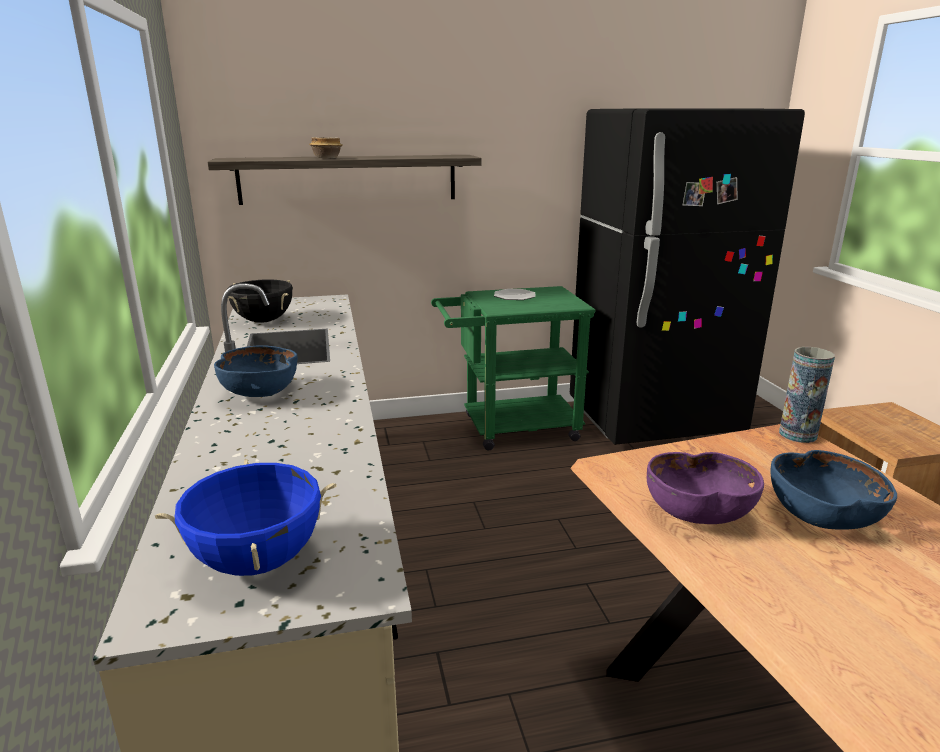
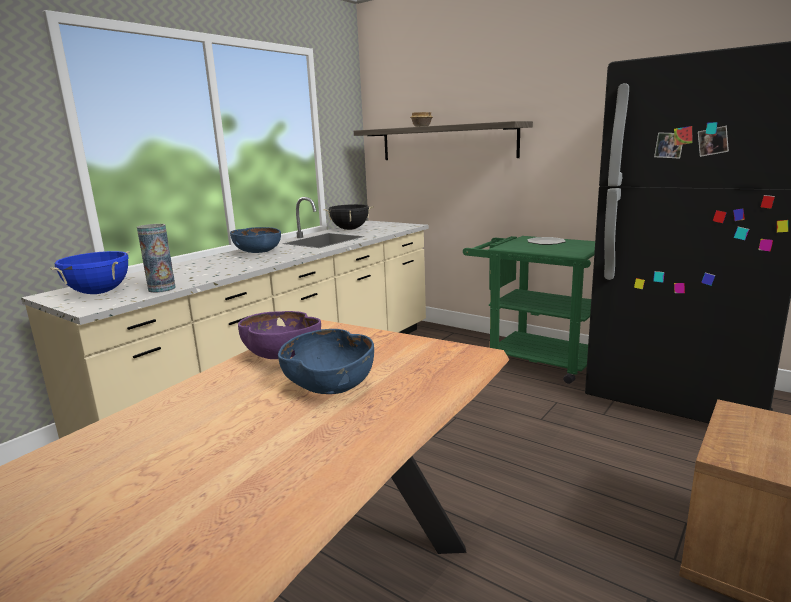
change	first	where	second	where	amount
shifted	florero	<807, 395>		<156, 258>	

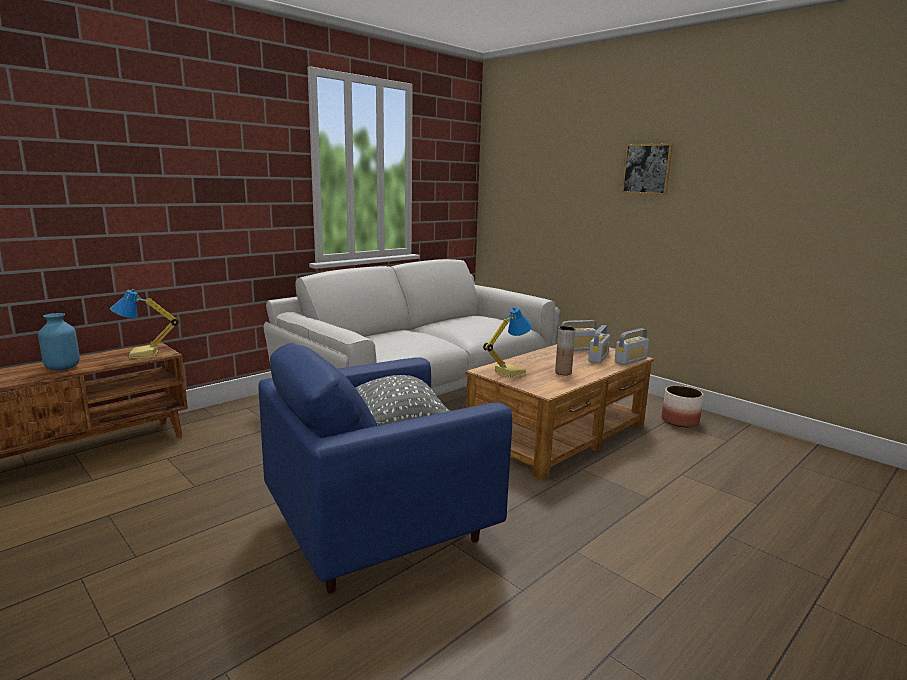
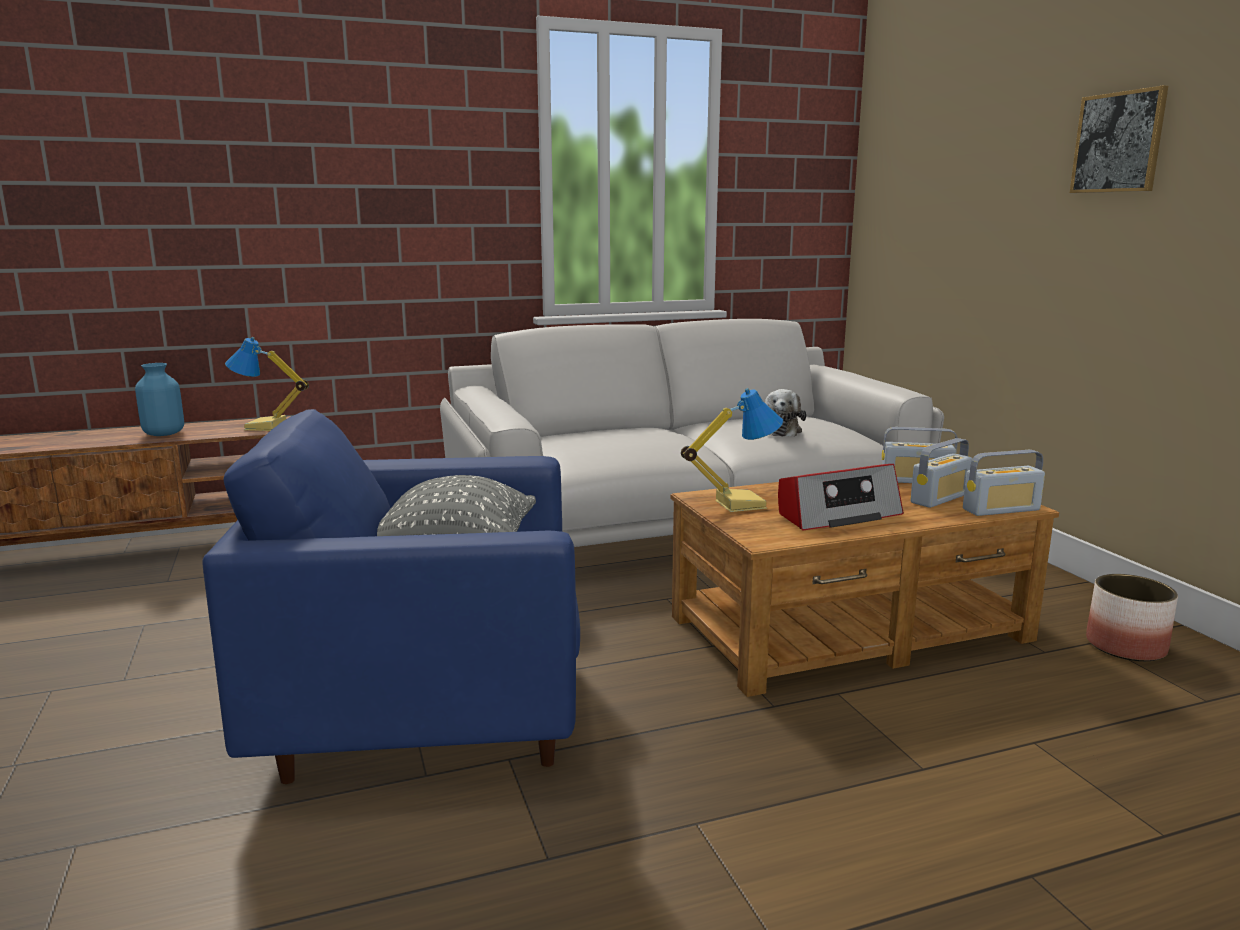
change	first	where	second	where	amount
new			peluche	<785, 413>	
swapped	florero [marrón]	<565, 350>	radio	<841, 497>	

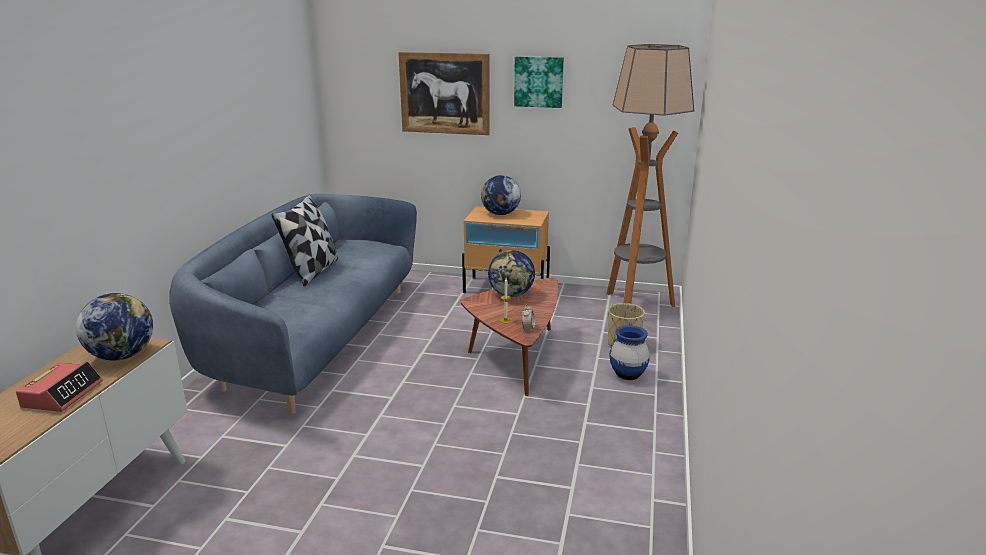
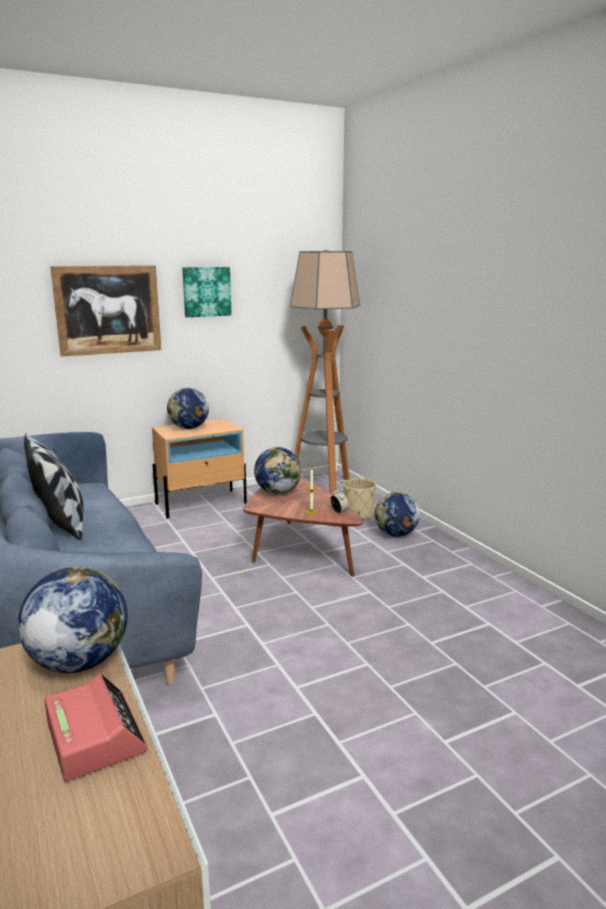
change	first	where	second	where	amount
swapped	florero [azul]	<629, 352>	globo terráqueo	<397, 514>	

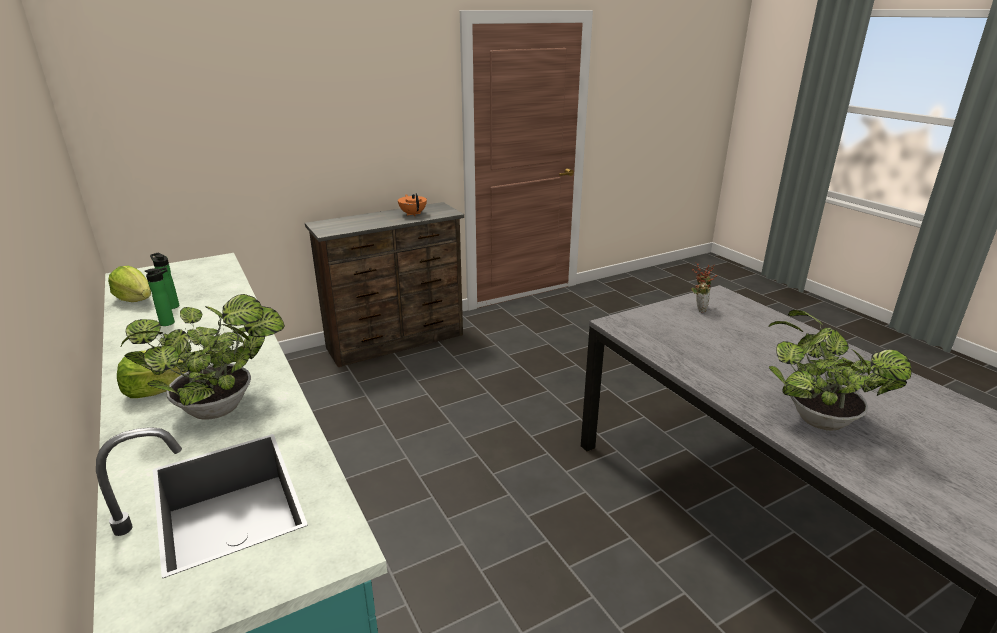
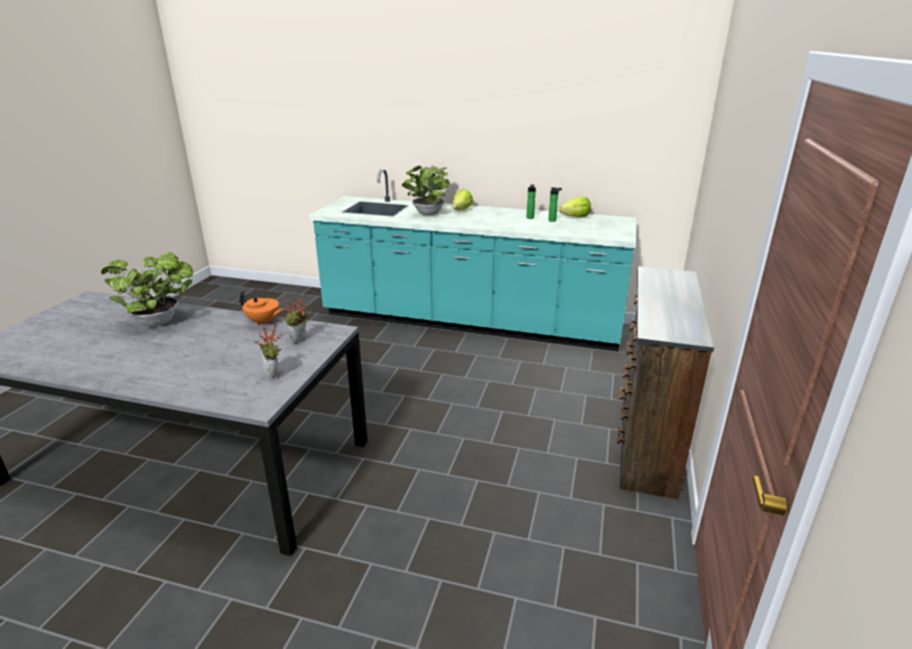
change	first	where	second	where	amount
shifted	tetera [naranja]	<412, 204>		<262, 308>	
new			planta en maceta	<297, 320>	

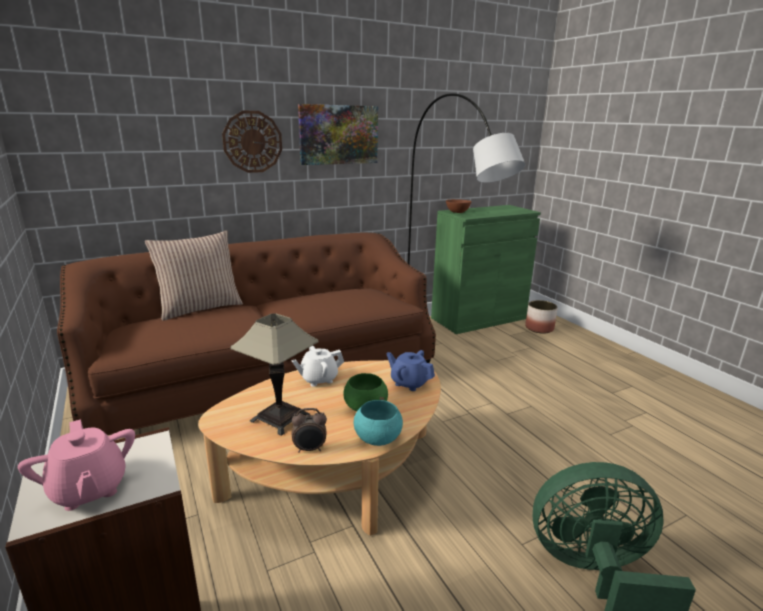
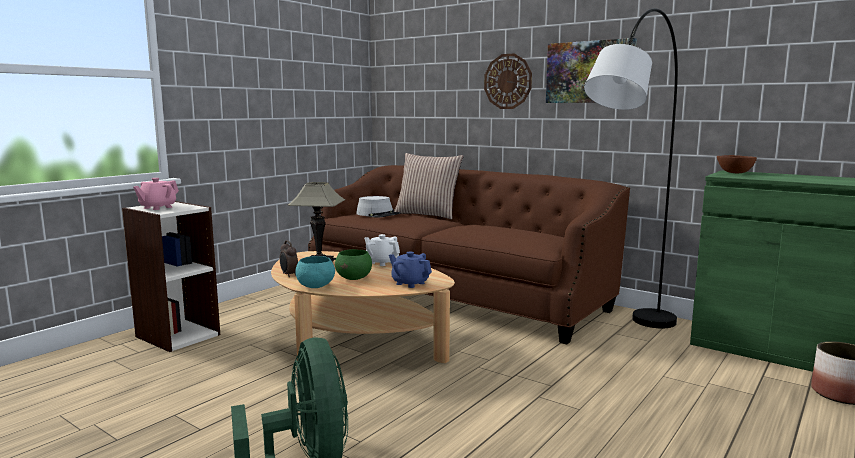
change	first	where	second	where	amount
new			sombrero [gris]	<378, 207>	
rotated	tetera [azul]	<410, 370>		<410, 269>	60 degrees counterclockwise

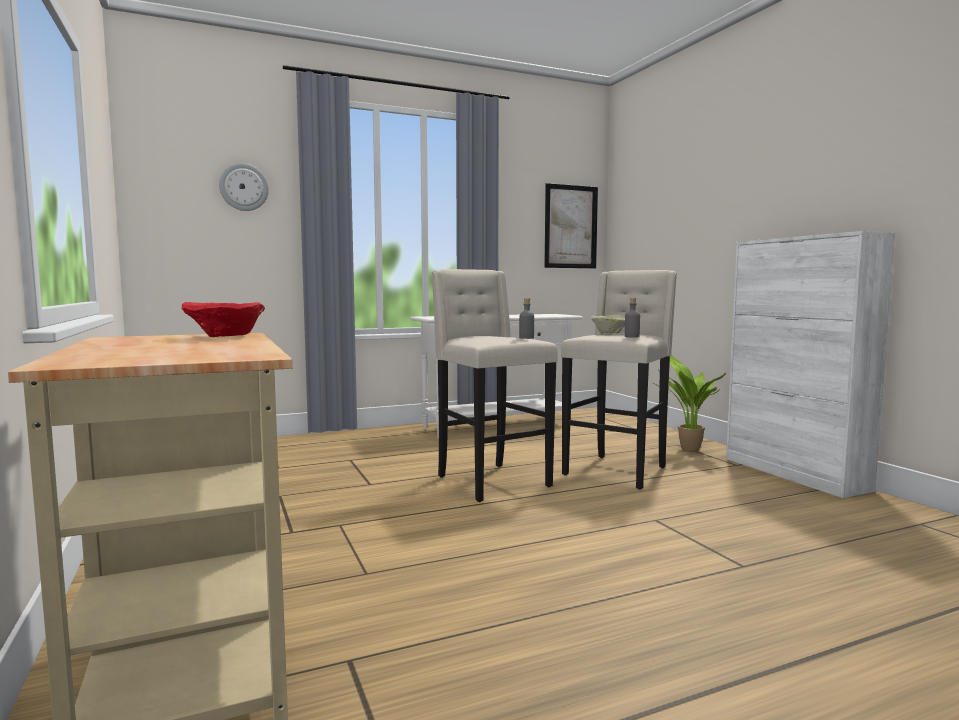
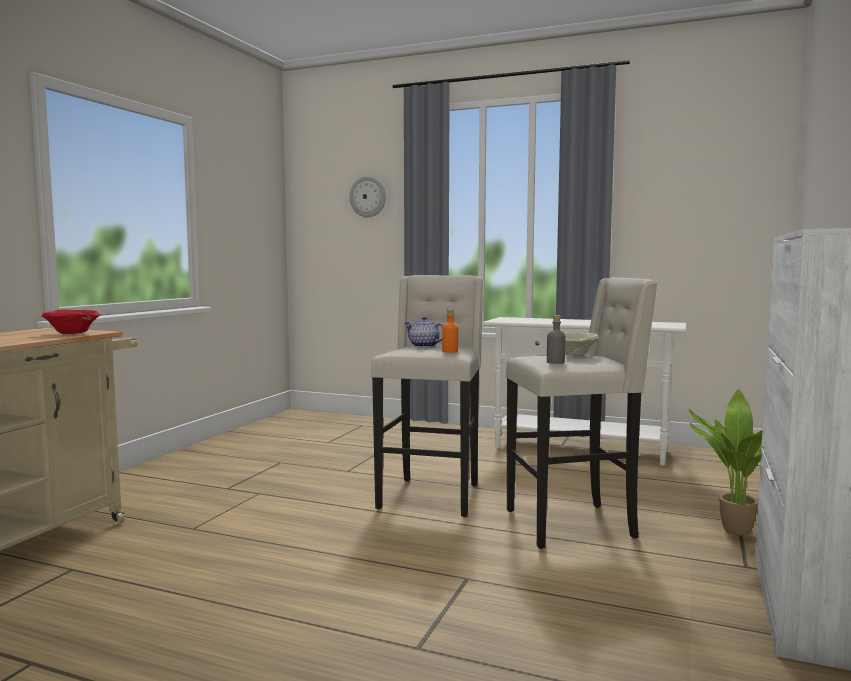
change	first	where	second	where	amount
new			tetera	<423, 332>	
repainted	botella [gris]	<526, 318>	botella [naranja]	<450, 331>	
gone	cuadro	<571, 225>			

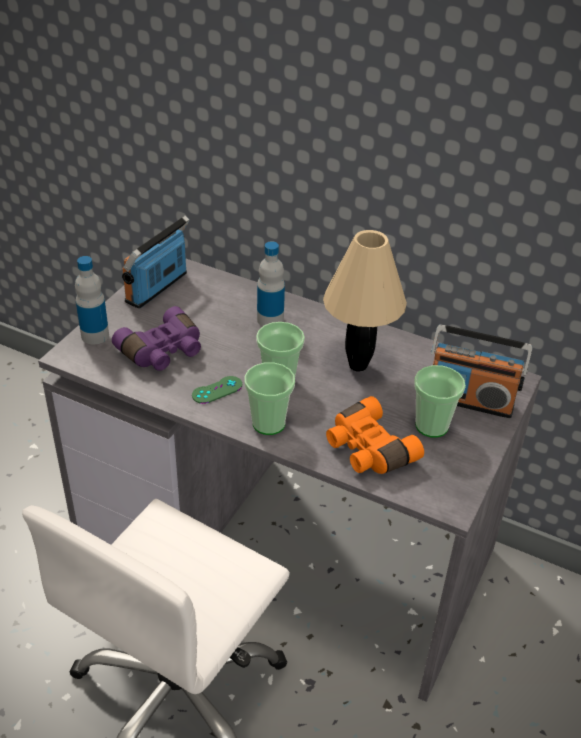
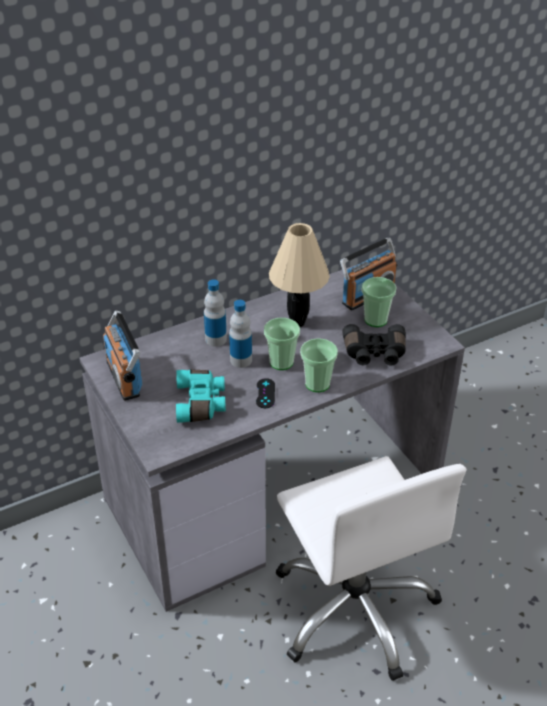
change	first	where	second	where	amount
repainted	prismáticos [morado]	<156, 338>	prismáticos [turquesa]	<201, 396>	
shifted	botella	<92, 300>		<240, 334>	
repainted	mando de consola [verde]	<217, 390>	mando de consola [negro]	<265, 393>	
repainted	prismáticos [naranja]	<375, 435>	prismáticos [negro]	<374, 344>	

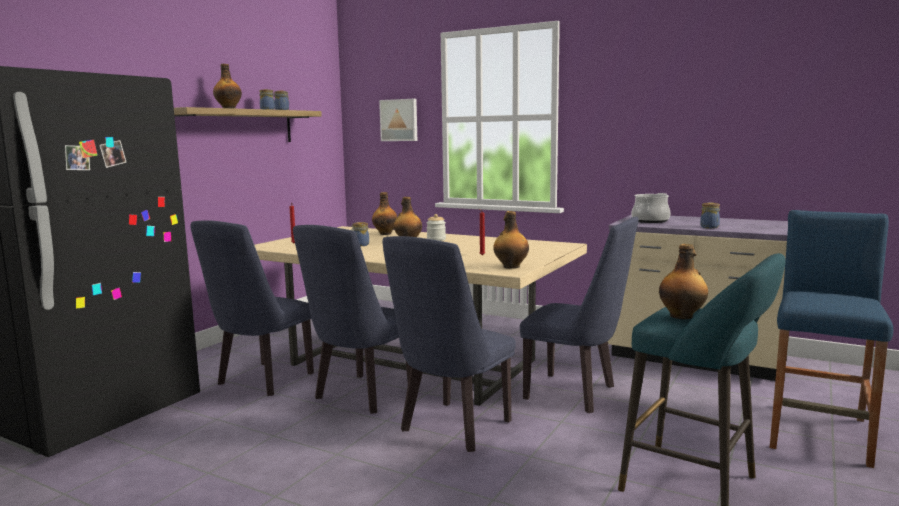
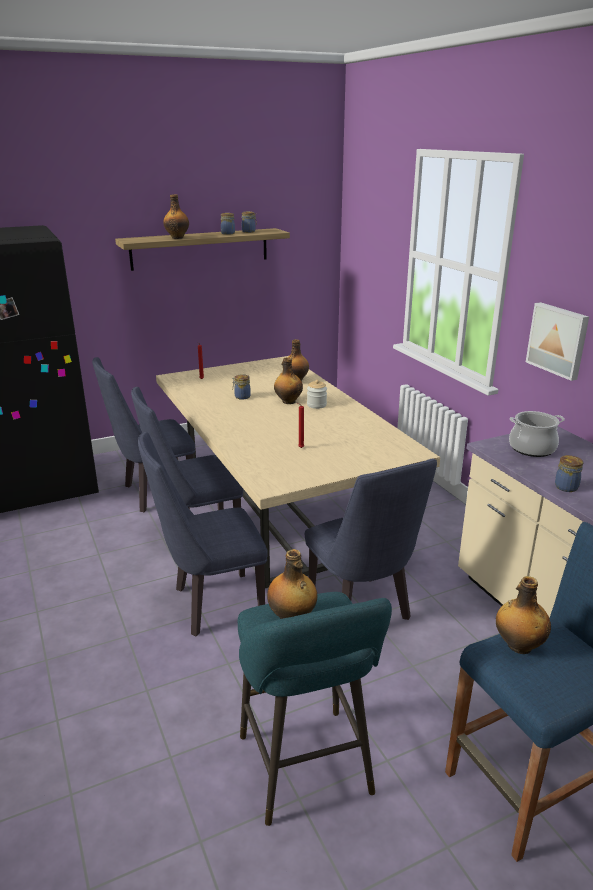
change	first	where	second	where	amount
shifted	botella	<511, 240>		<523, 615>	
shifted	cuadro	<398, 120>		<557, 341>	

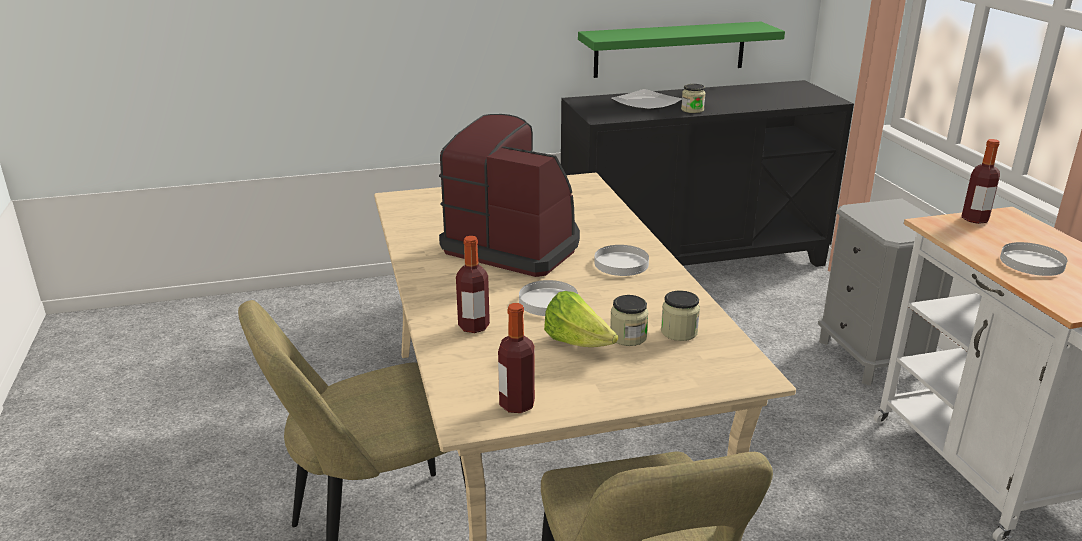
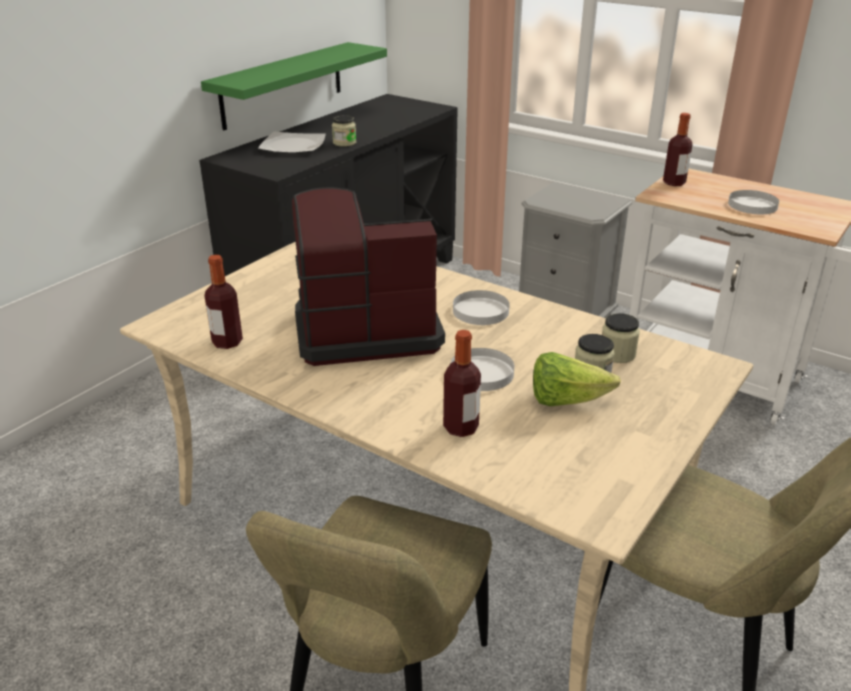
change	first	where	second	where	amount
shifted	botella	<516, 358>		<223, 302>	

